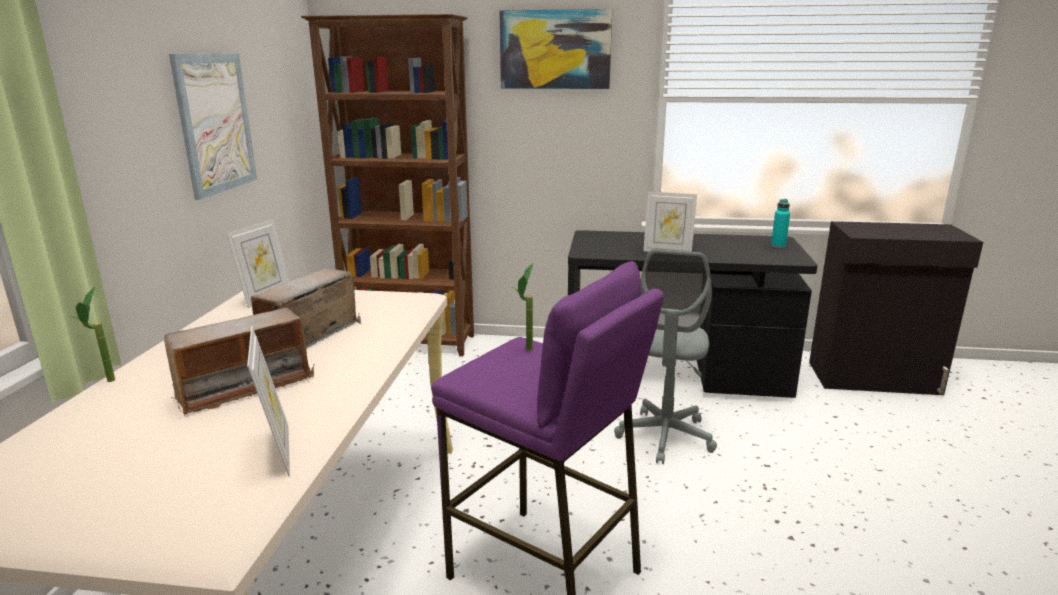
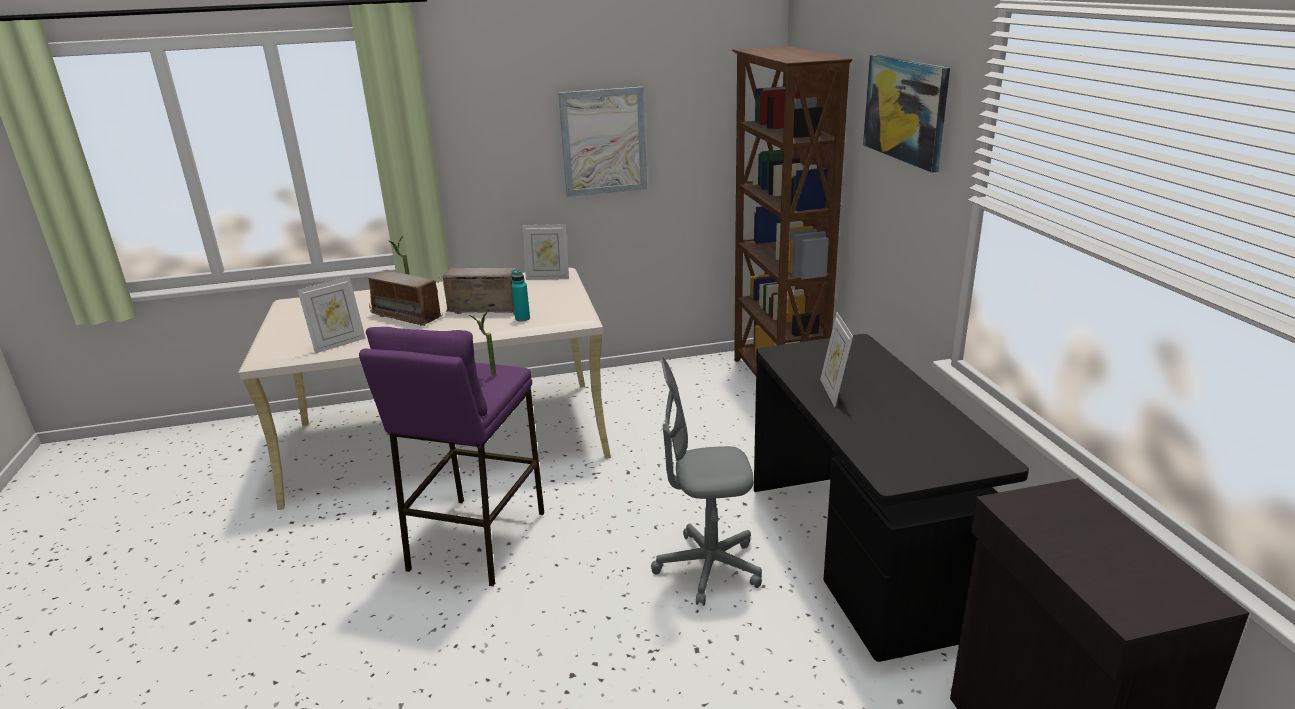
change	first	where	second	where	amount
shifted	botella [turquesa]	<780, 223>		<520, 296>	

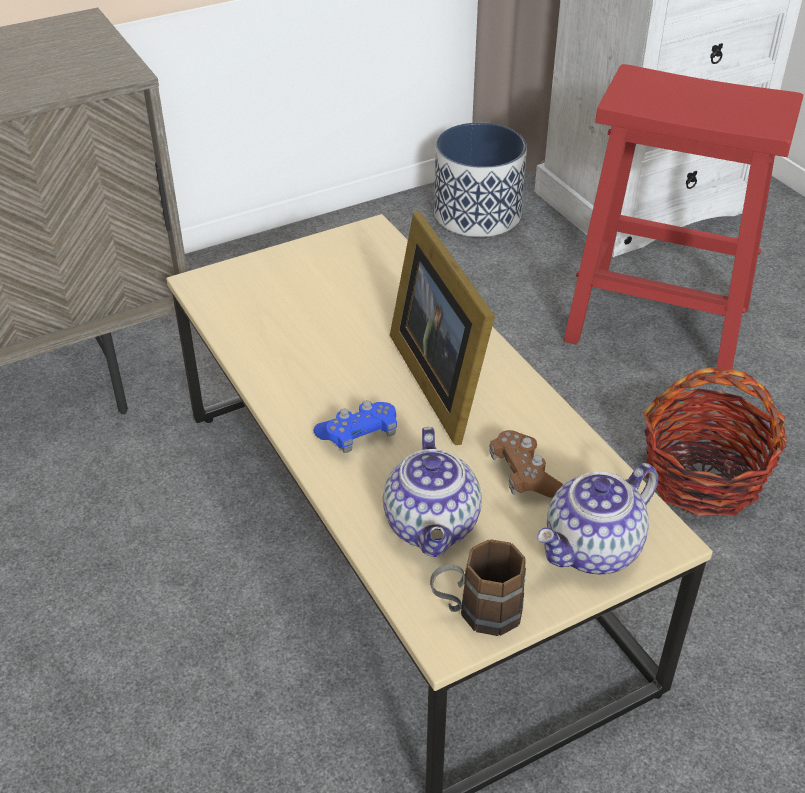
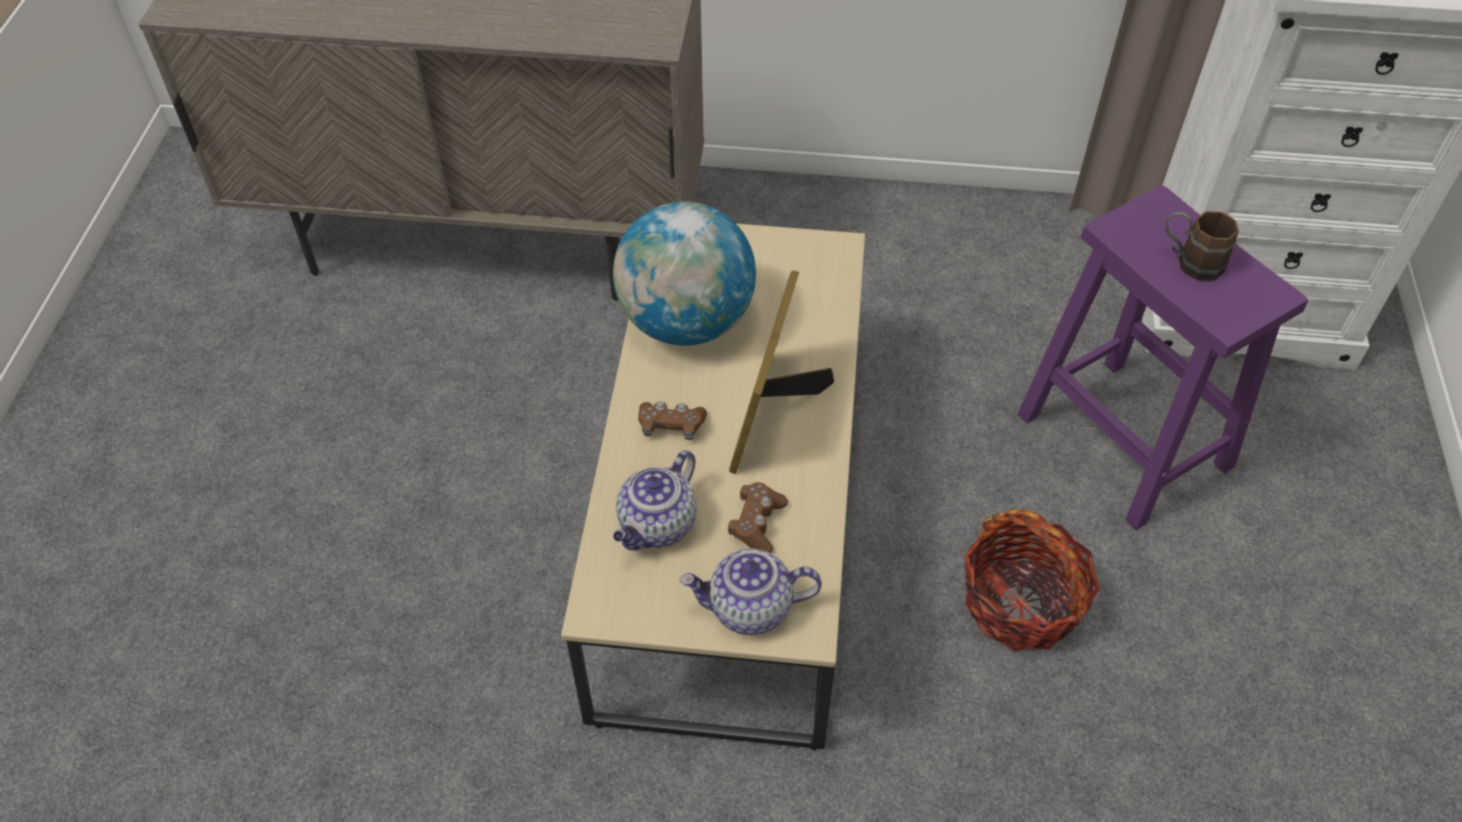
change	first	where	second	where	amount
new			globo terráqueo	<684, 273>	
repainted	mando de consola [azul]	<355, 426>	mando de consola [marrón]	<672, 420>	
repainted	taburete [rojo]	<683, 221>	taburete [morado]	<1162, 358>	
shifted	taza grande [marrón]	<478, 587>		<1202, 246>	
gone	maceta	<480, 180>			

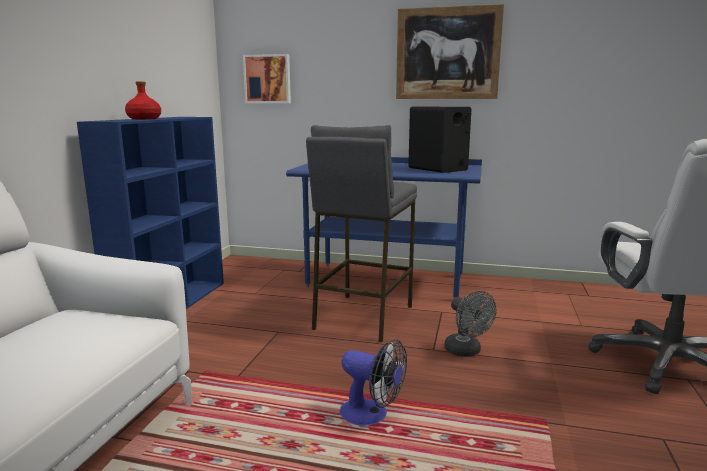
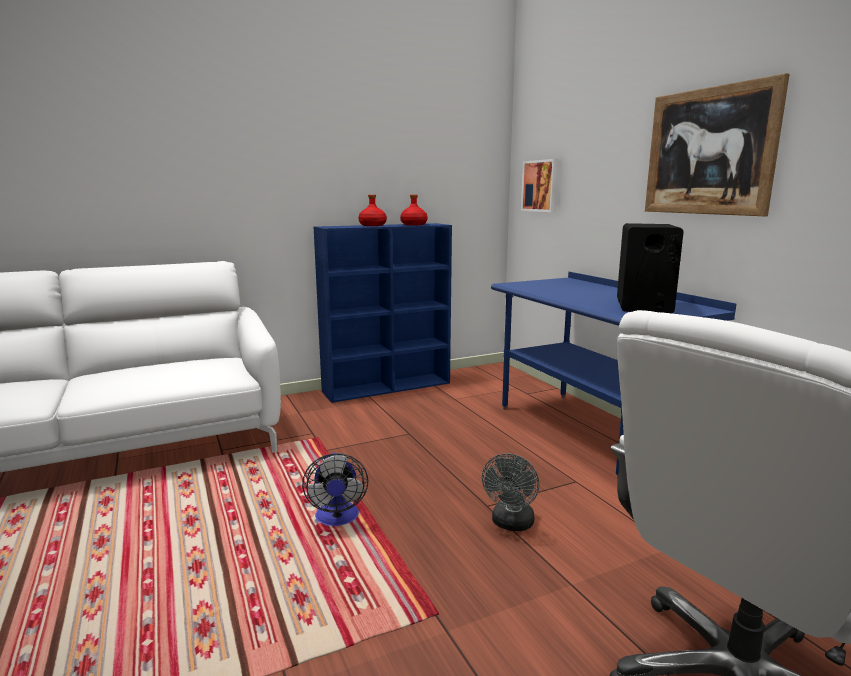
change	first	where	second	where	amount
new			botella [rojo]	<414, 210>	
gone	taburete [gris]	<361, 234>			

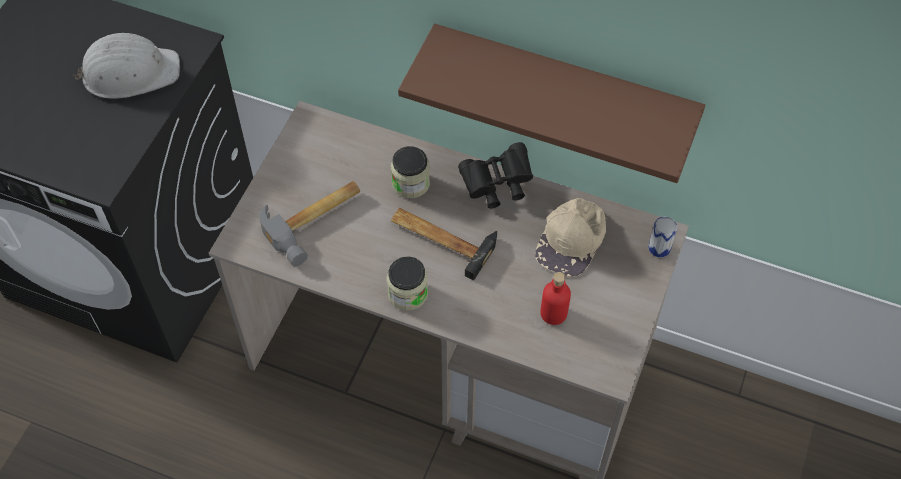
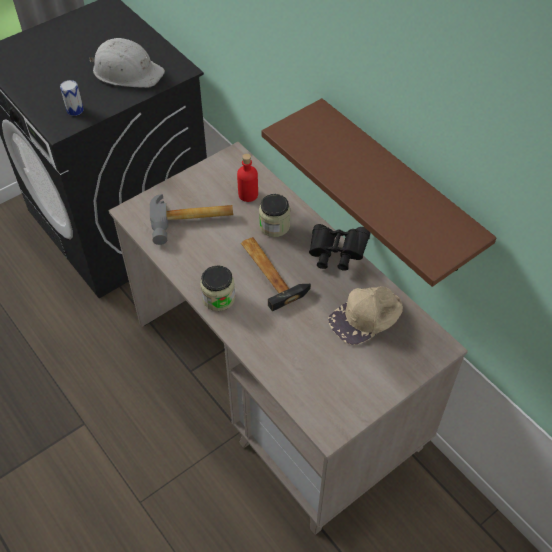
change	first	where	second	where	amount
shifted	lata	<662, 237>		<72, 98>	
shifted	botella [rojo]	<555, 298>		<247, 177>	

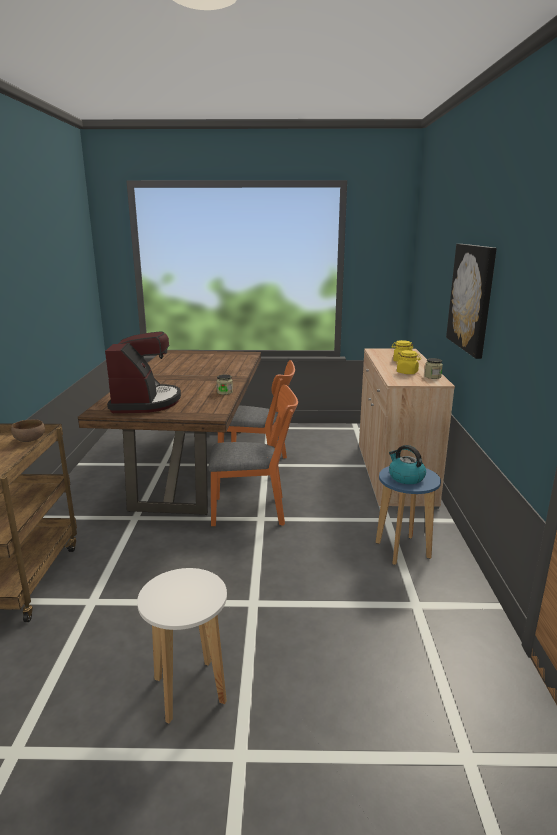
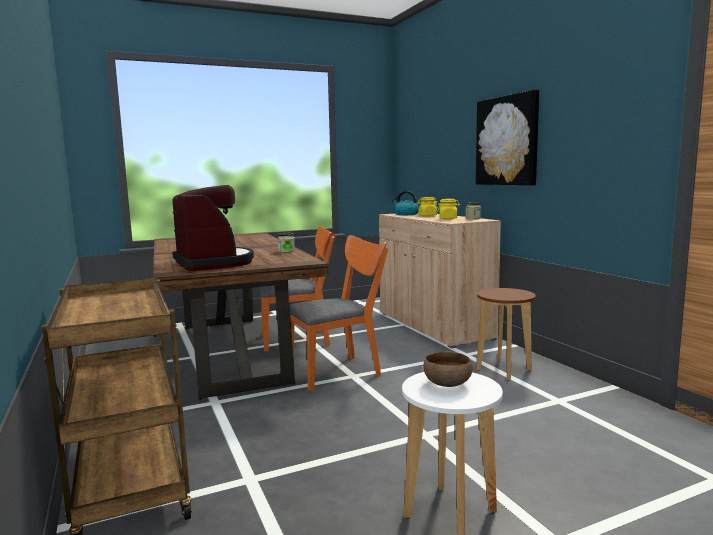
change	first	where	second	where	amount
shifted	hervidor	<407, 464>		<405, 203>	
shifted	cuenco [marrón]	<28, 430>		<448, 369>	
repainted	taburete [azul]	<408, 515>	taburete [marrón]	<506, 334>	

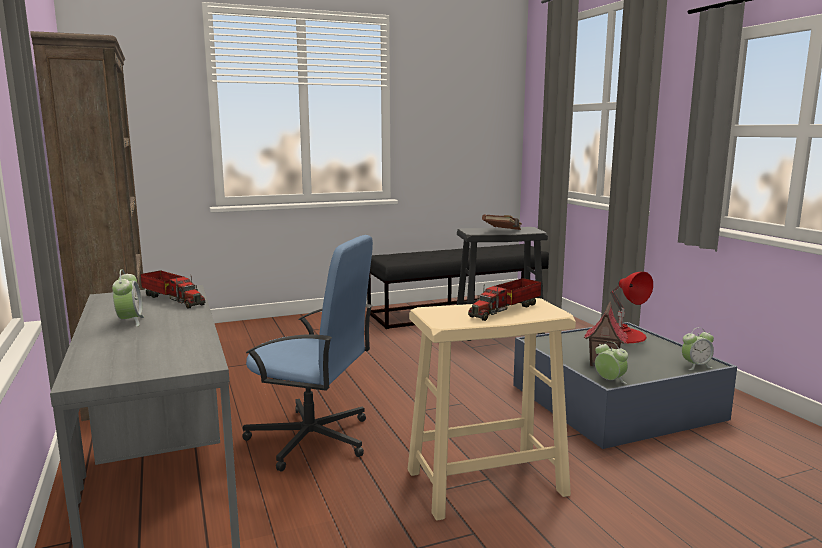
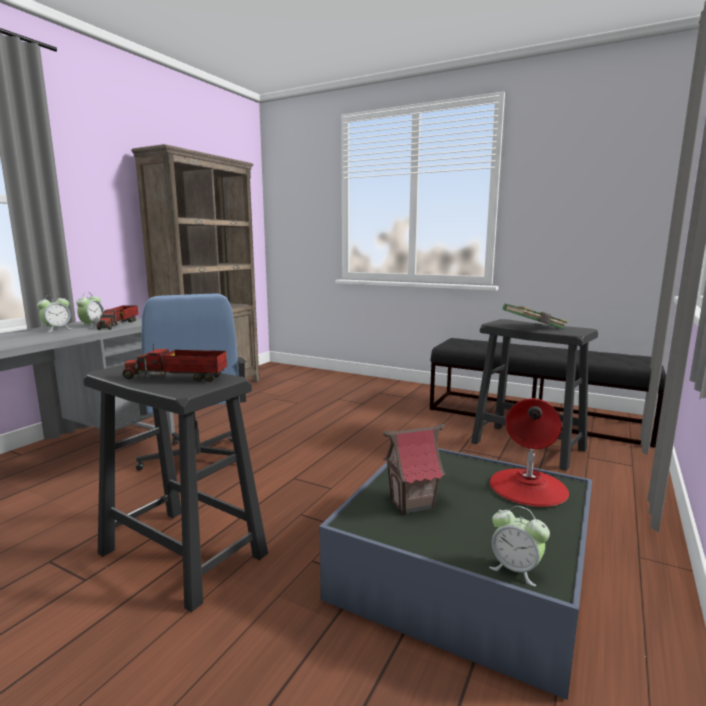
change	first	where	second	where	amount
shifted	despertador	<611, 362>		<90, 310>	
repainted	taburete [beis]	<492, 409>	taburete [negro]	<175, 488>	
repainted	libro [marrón]	<502, 222>	libro [verde]	<535, 316>	

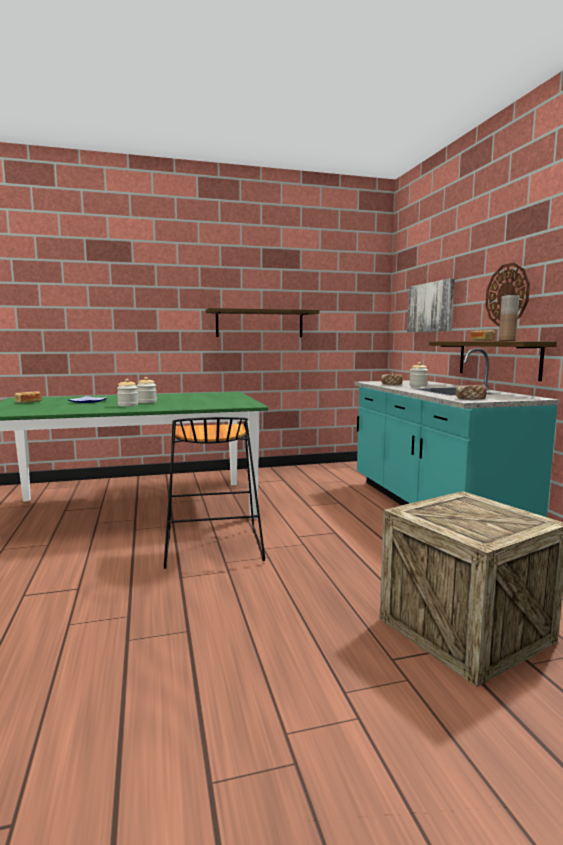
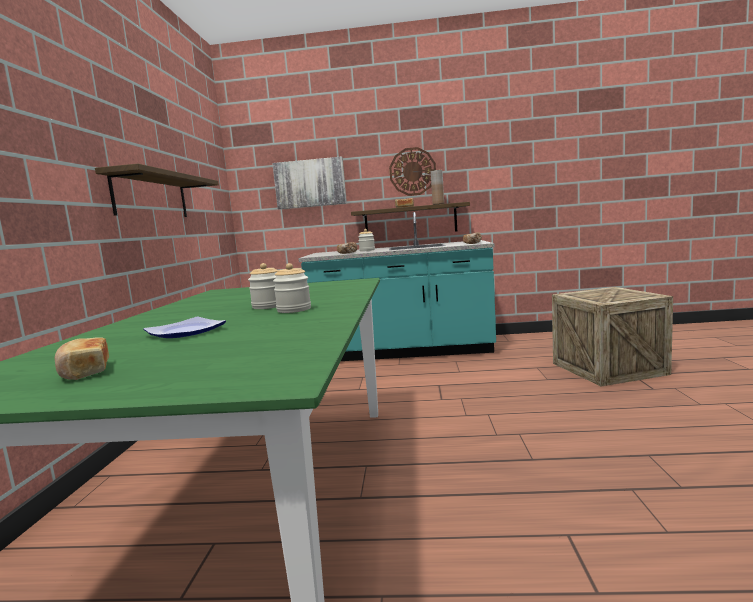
change	first	where	second	where	amount
gone	taburete [negro]	<214, 493>			

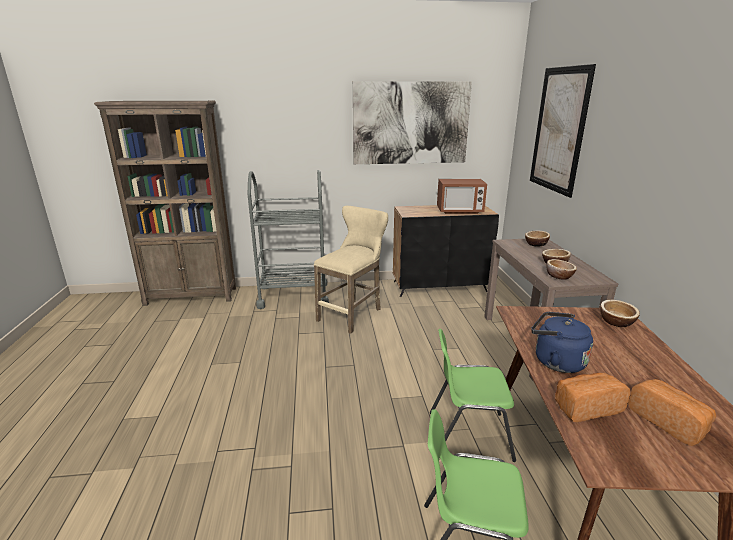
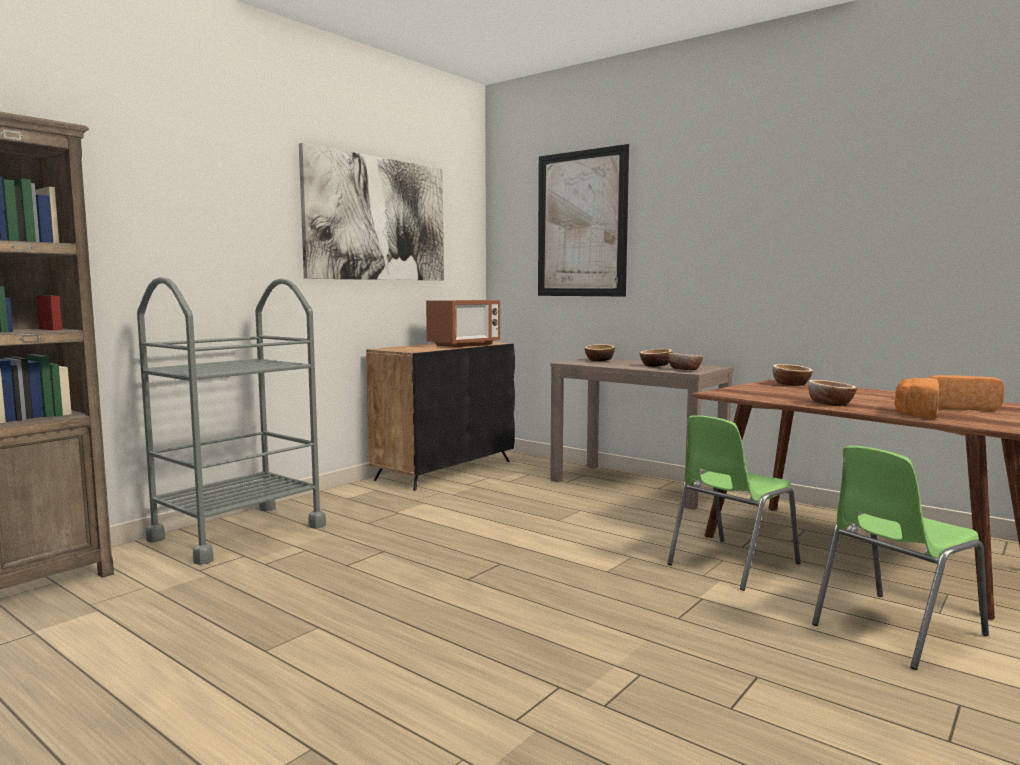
change	first	where	second	where	amount
swapped	hervidor [azul]	<562, 342>	cuenco	<832, 393>	
gone	taburete [beis]	<351, 270>			

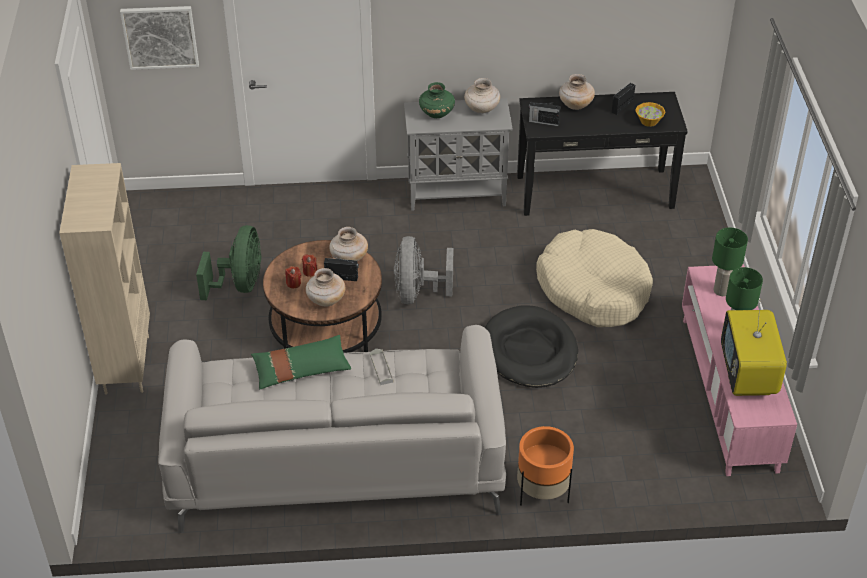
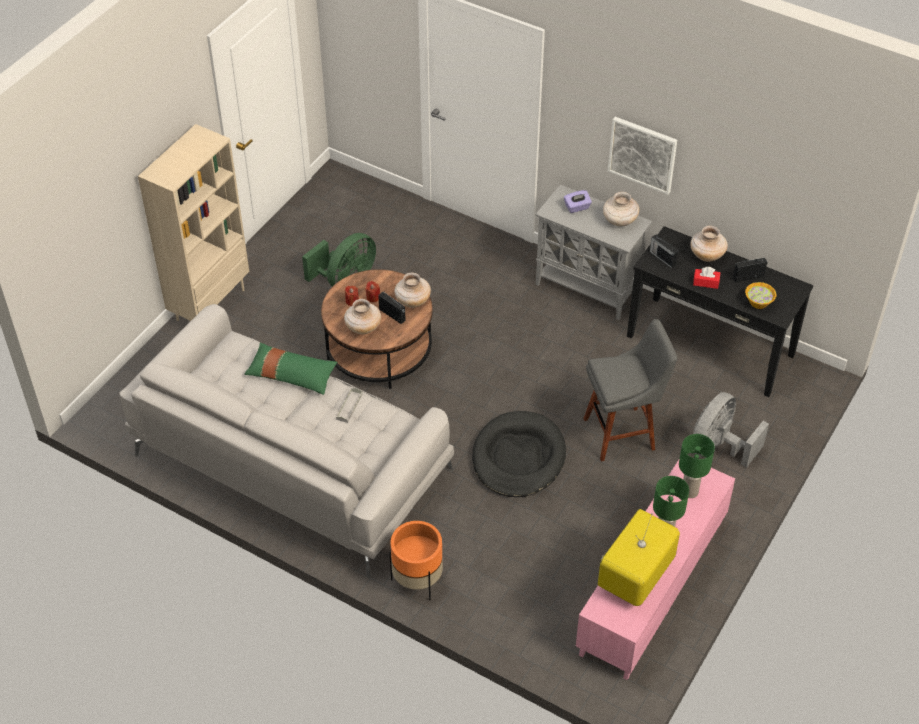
change	first	where	second	where	amount
swapped	florero [verde]	<437, 100>	caja de pañuelos [morado]	<578, 201>	
swapped	cama para perro [beis]	<594, 278>	taburete [gris]	<630, 390>	
shifted	cuadro	<159, 38>		<642, 156>	
new			caja de pañuelos [rojo]	<706, 278>	
shifted	ventilador [gris]	<423, 270>		<731, 430>	

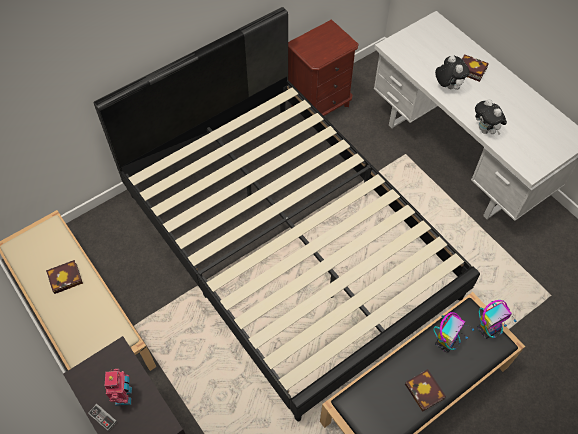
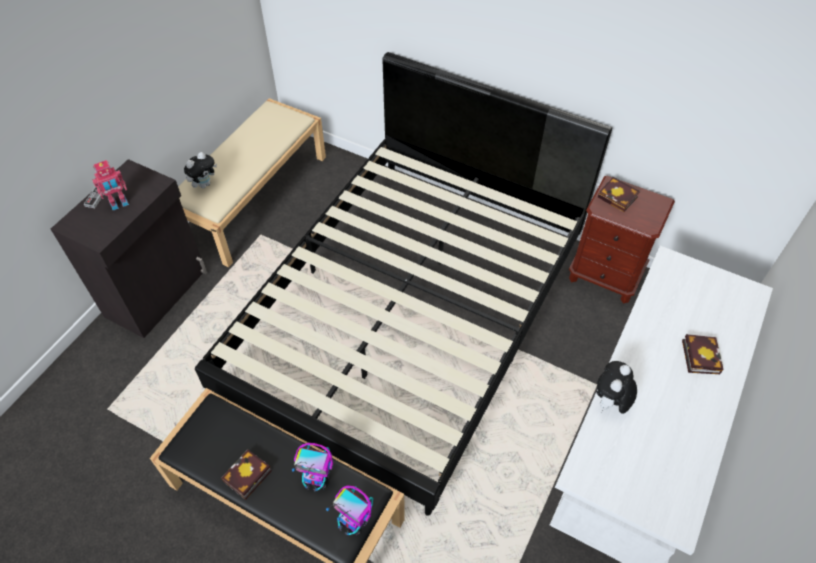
change	first	where	second	where	amount
shifted	peluche	<452, 72>		<200, 170>	
shifted	libro	<64, 277>		<618, 194>	

